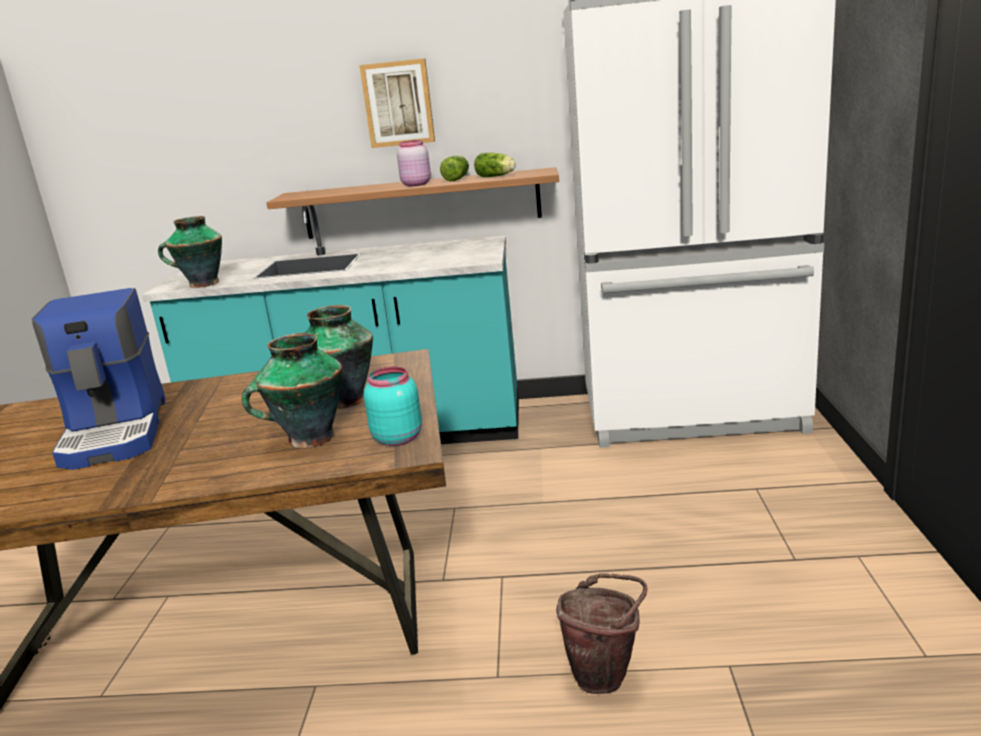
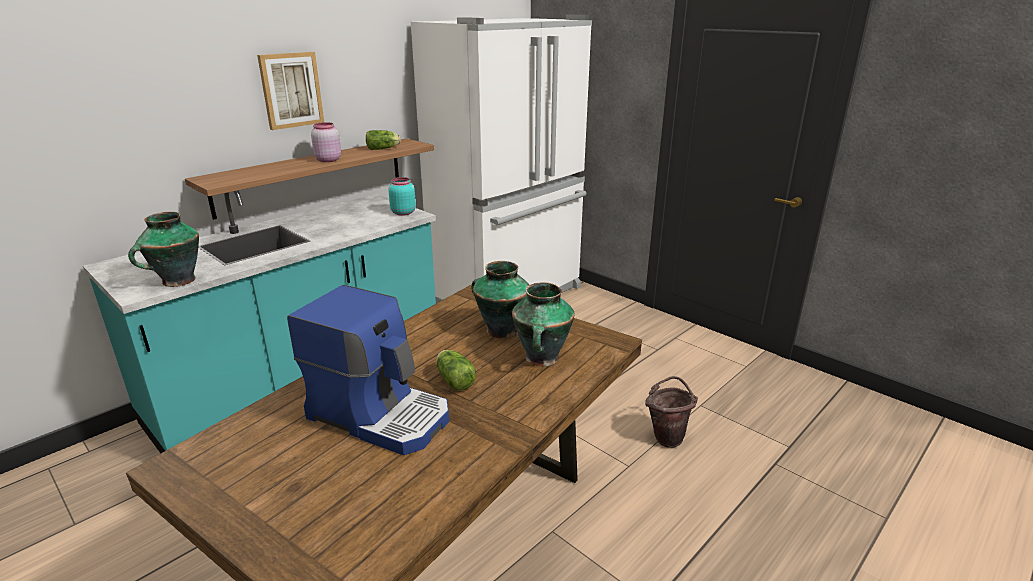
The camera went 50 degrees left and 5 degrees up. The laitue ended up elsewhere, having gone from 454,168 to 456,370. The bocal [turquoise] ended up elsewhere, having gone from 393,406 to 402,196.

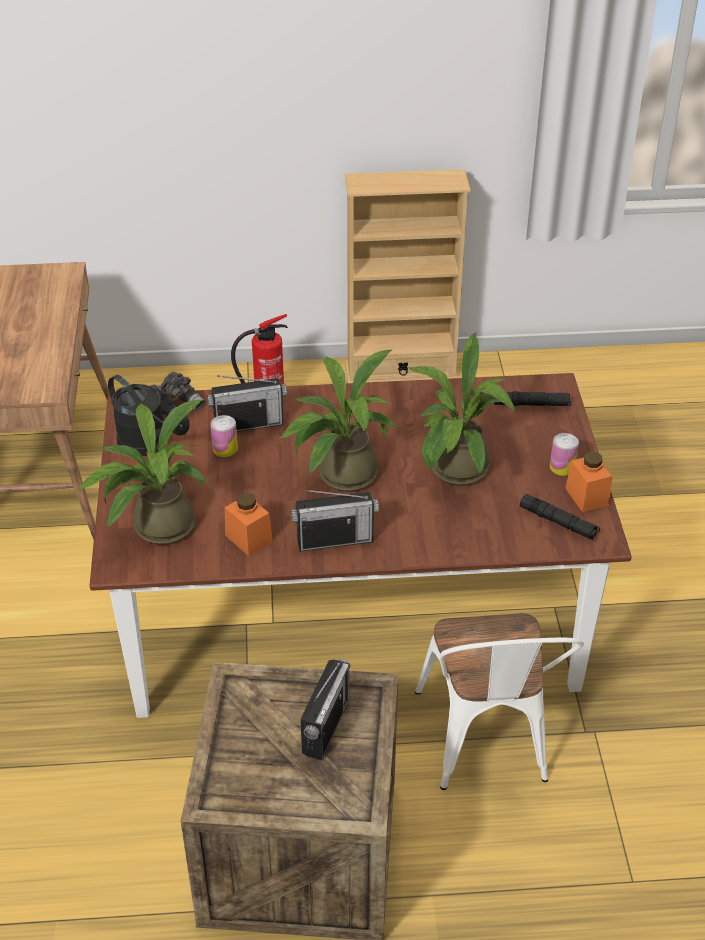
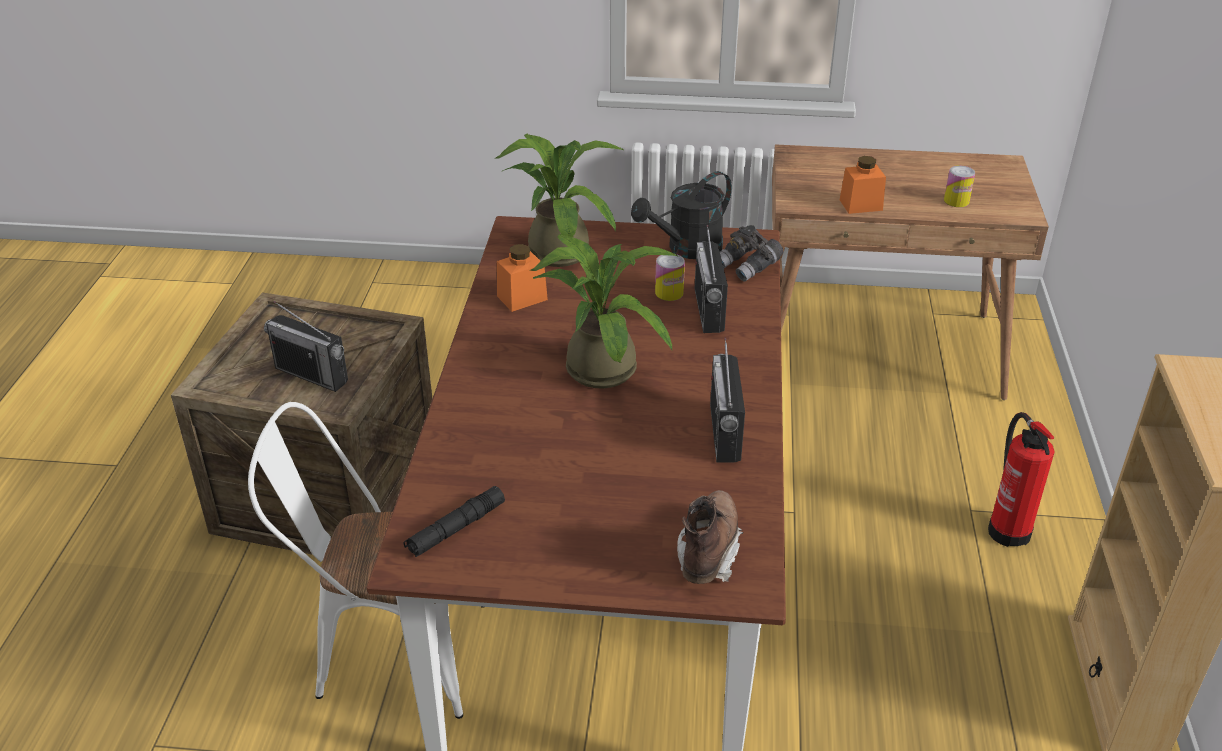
The camera went 100 degrees right and 5 degrees down. The second view lost the plante en pot at 462,409. Where the lampe de poche [noir] stood at 532,398, the botte [marron] came to stand at 710,537. The boîte métallique ended up elsewhere, having gone from 564,454 to 959,186. The bocal [orange] ended up elsewhere, having gone from 588,482 to 863,185. The radio ended up elsewhere, having gone from 335,520 to 727,400.

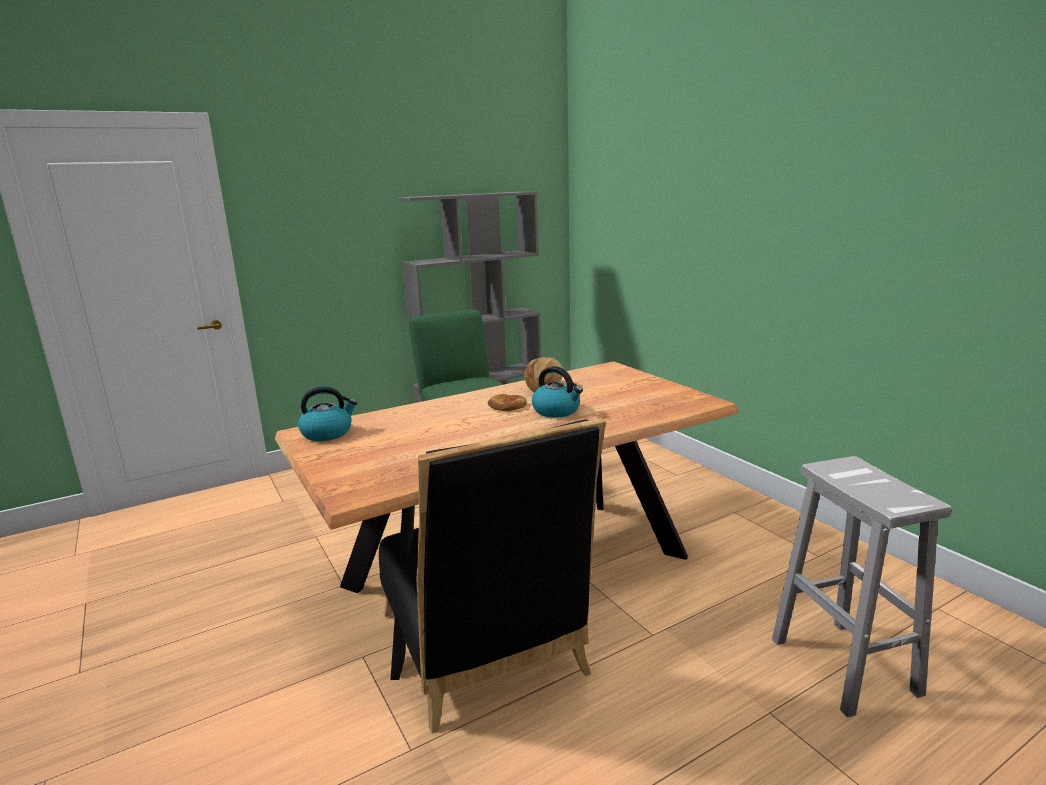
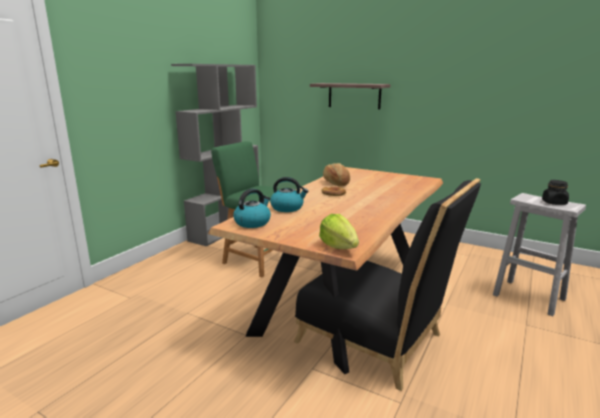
The camera went 30 degrees left and 0 degrees up. The bouilloire ended up elsewhere, having gone from 557,392 to 289,194. The second view gained the étagère at 350,96. The second view gained the bocal [noir] at 555,192. The second view gained the laitue at 339,231.

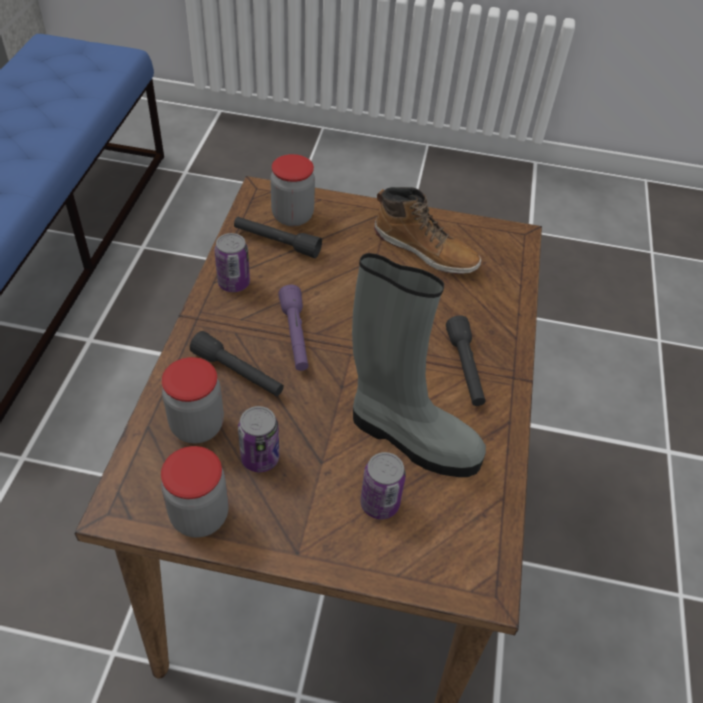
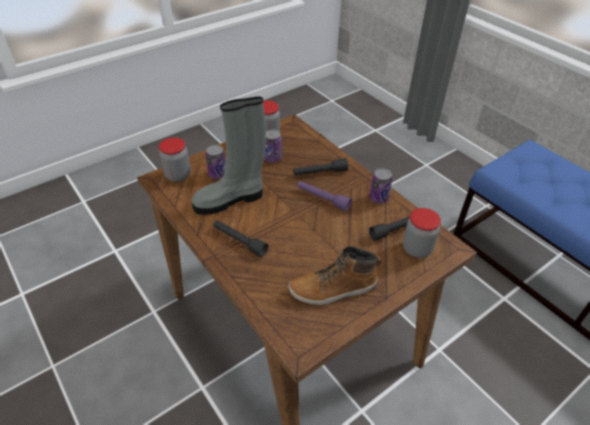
The camera went 135 degrees right and 5 degrees down. The bocal ended up elsewhere, having gone from 193,400 to 175,160.

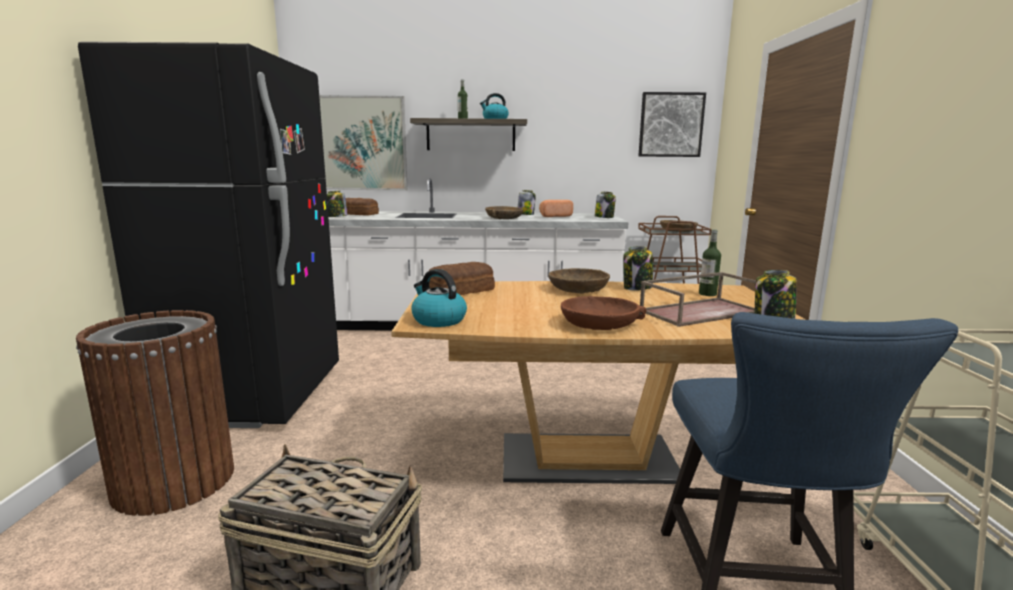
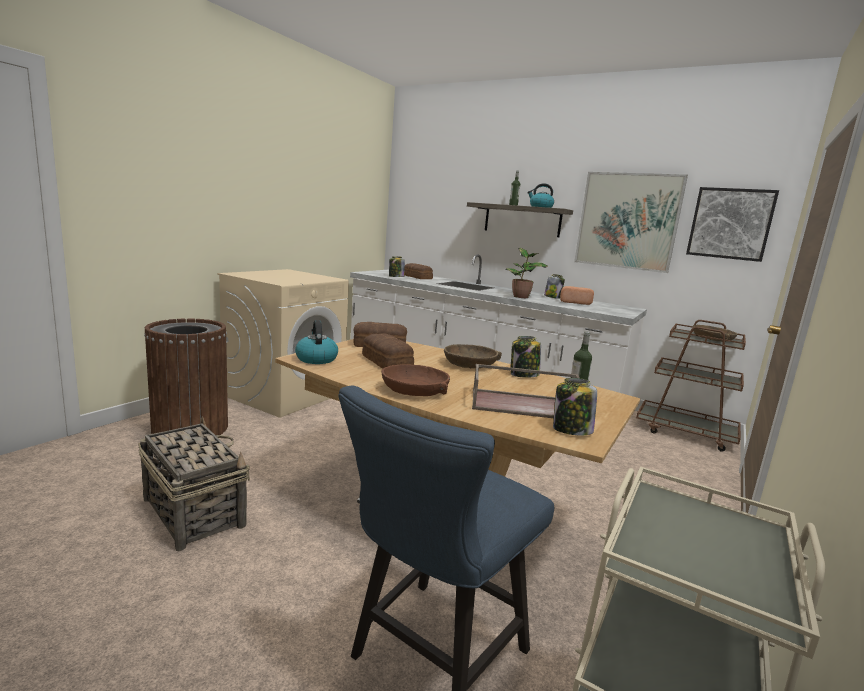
The camera went 30 degrees right and 0 degrees up. Where the réfrigérateur [noir] stood at 208,234, the lave-linge [beige] came to stand at 283,343. The tableau ended up elsewhere, having gone from 363,142 to 631,222. The second view lost the bocal at 605,205. Where the bol [marron] stood at 504,212, the plante en pot came to stand at 526,273. The second view gained the pain at 388,351.

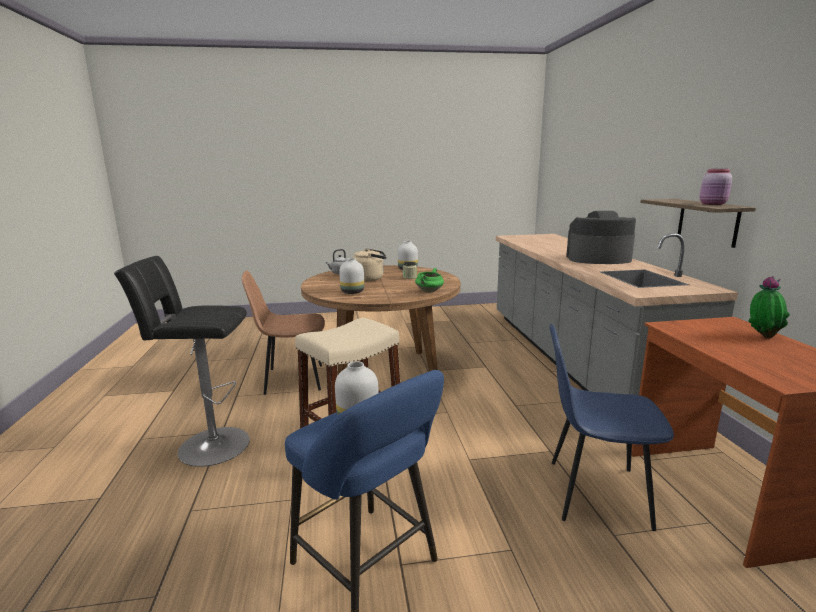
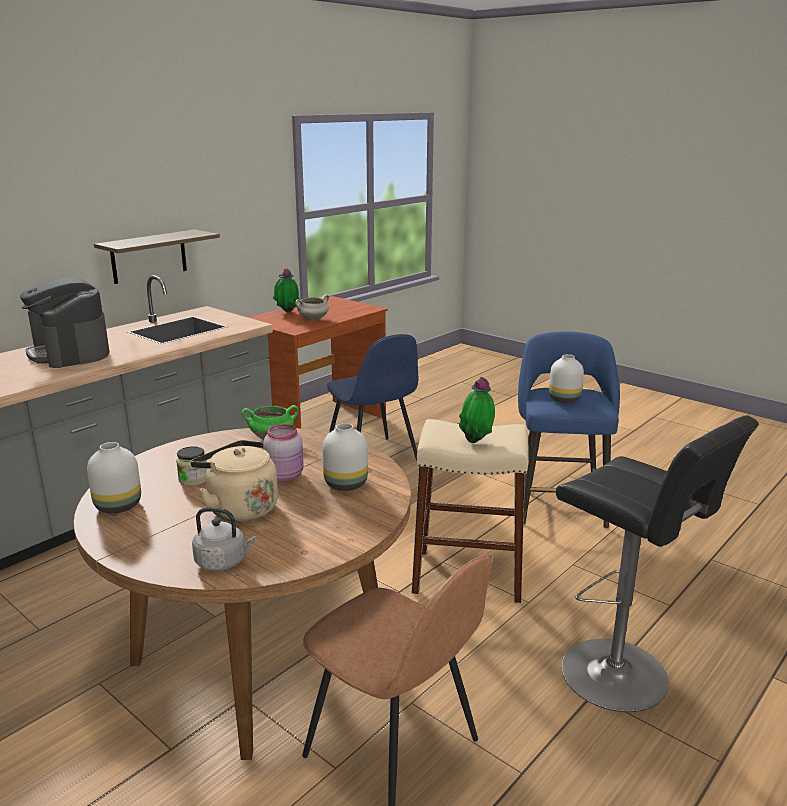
The camera went 130 degrees left and 5 degrees up. The bocal [rose] ended up elsewhere, having gone from 715,187 to 283,453. The second view gained the marmite [blanc] at 312,307. The second view gained the plante en pot at 477,410.

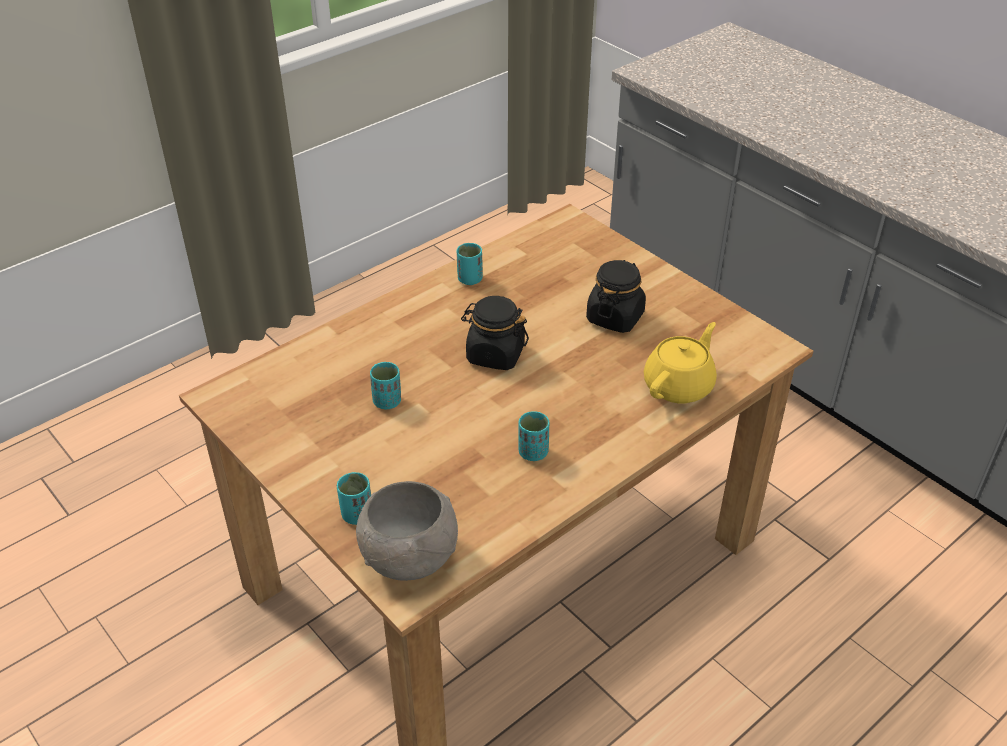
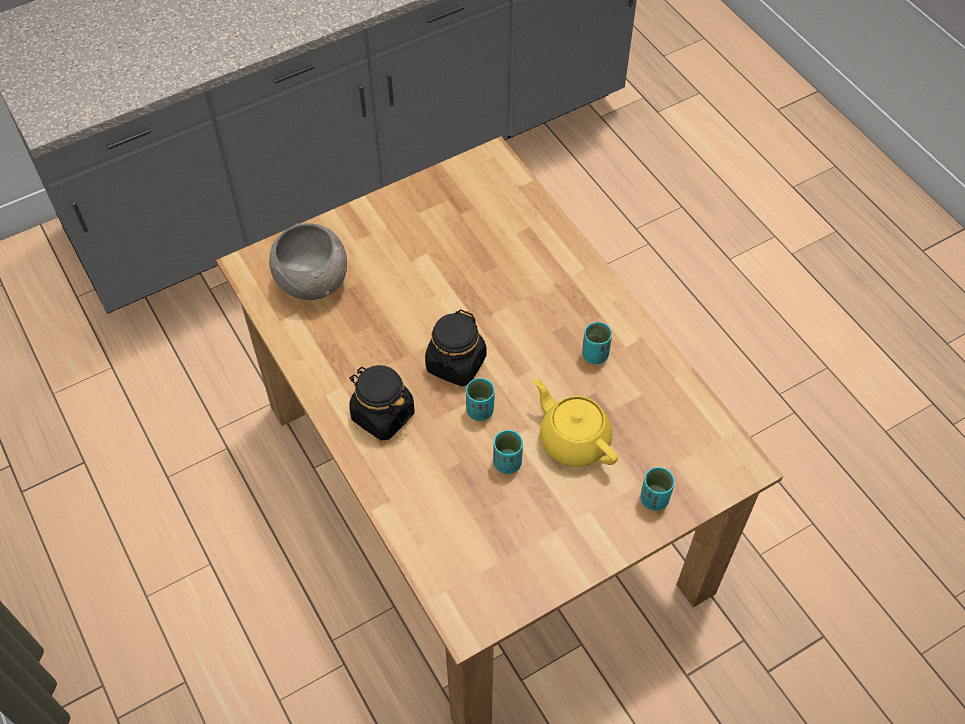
The camera went 80 degrees left and 15 degrees up. The tasse [turquoise] ended up elsewhere, having gone from 470,264 to 480,399. The bocal [noir] ended up elsewhere, having gone from 616,296 to 381,402. The théière [jaune] ended up elsewhere, having gone from 680,362 to 576,423. The bol [gris] ended up elsewhere, having gone from 407,531 to 308,261.

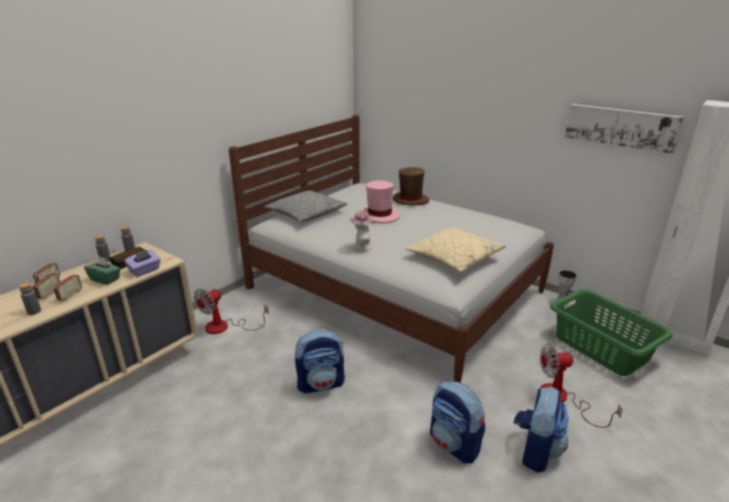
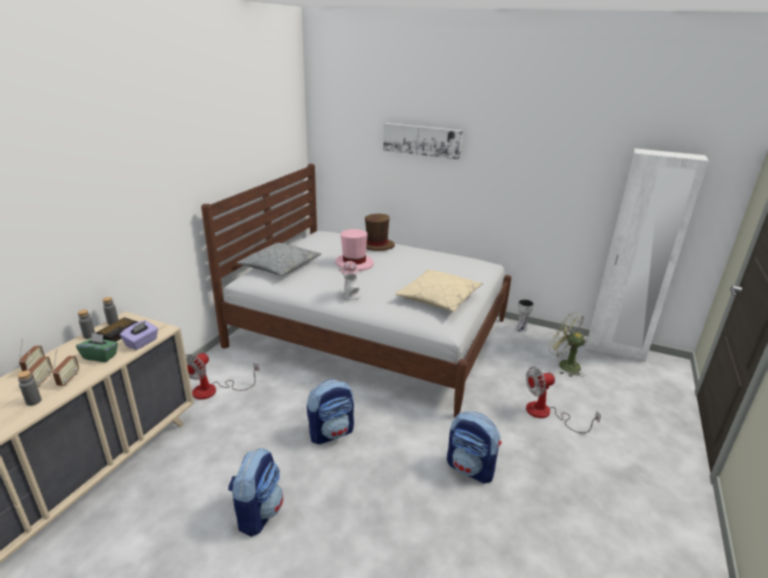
The camera went 15 degrees left and 0 degrees up. The tableau ended up elsewhere, having gone from 624,129 to 423,141. Where the panier à linge [vert] stood at 611,332, the ventilateur [vert] came to stand at 567,344. The sac à dos ended up elsewhere, having gone from 541,429 to 255,492.

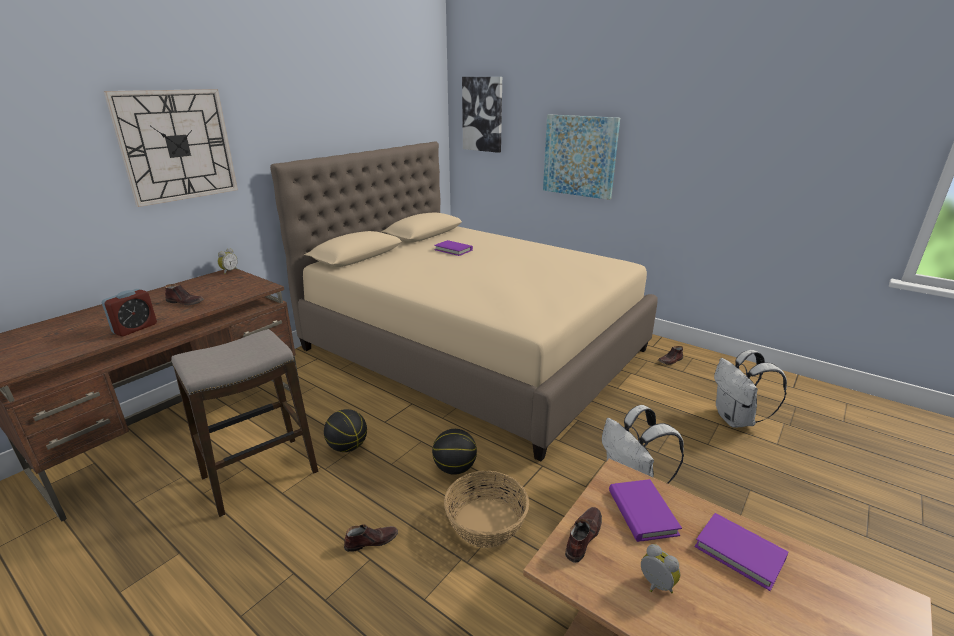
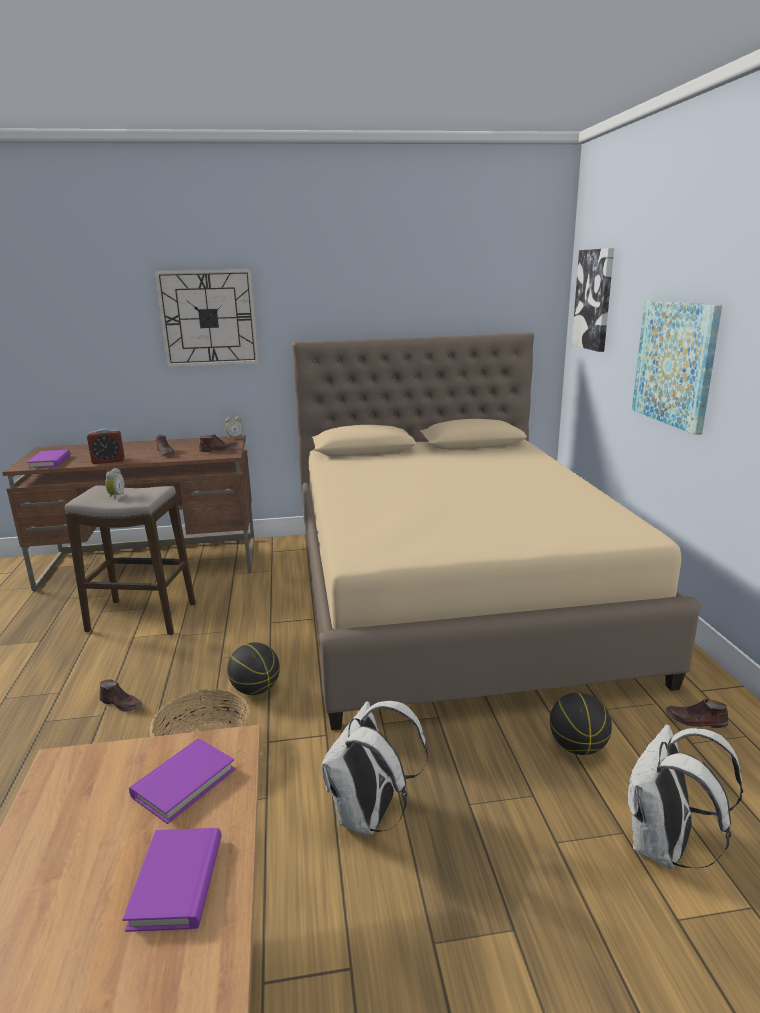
The camera went 45 degrees right and 5 degrees down. The livre [violet] ended up elsewhere, having gone from 453,248 to 48,459. The ballon de basket ended up elsewhere, having gone from 345,430 to 581,723. The chaussure [marron] ended up elsewhere, having gone from 583,535 to 218,443. The réveil ended up elsewhere, having gone from 660,568 to 115,484.

